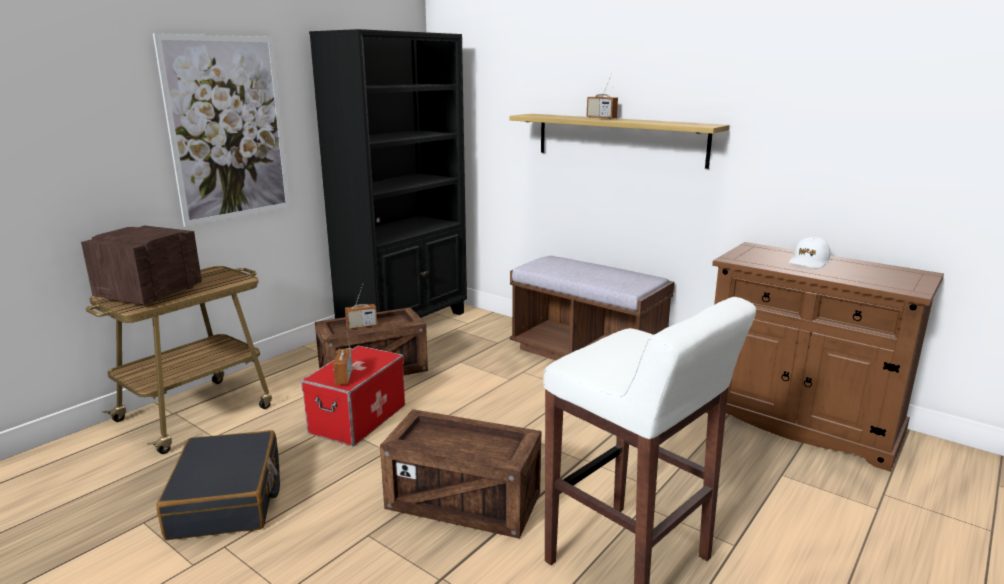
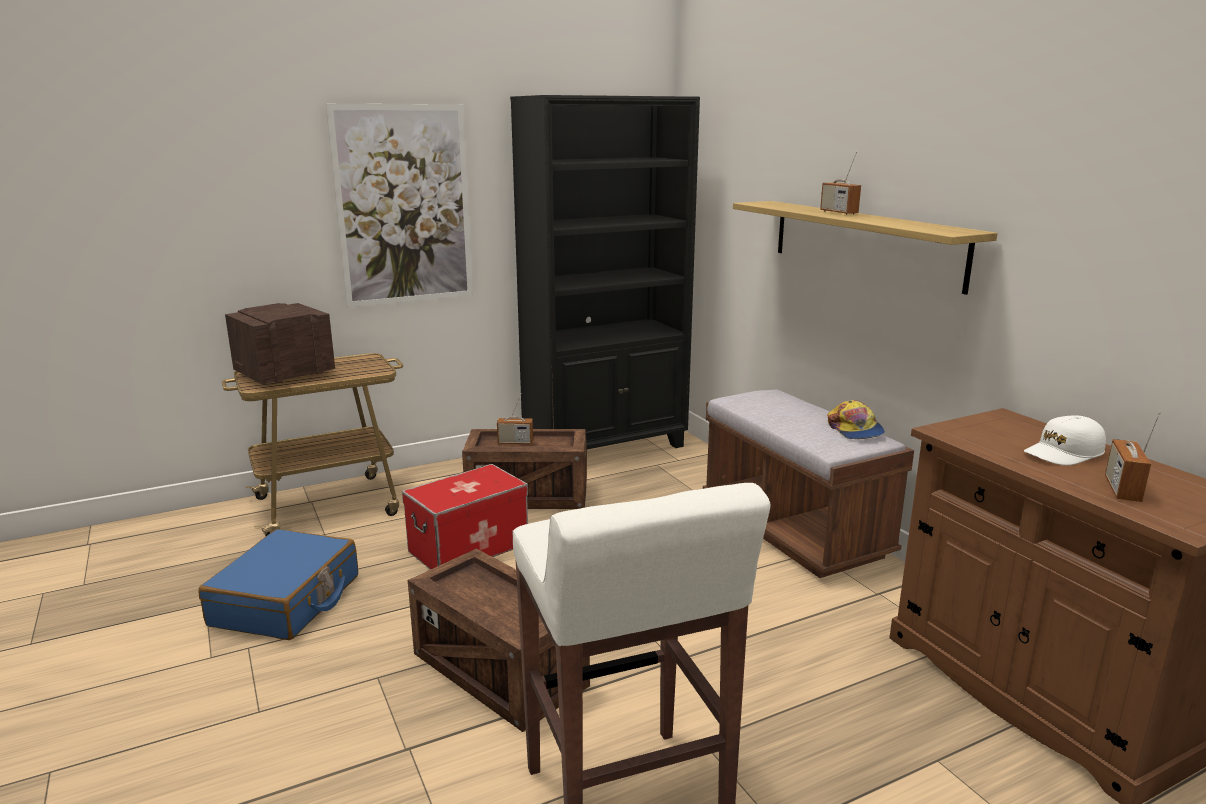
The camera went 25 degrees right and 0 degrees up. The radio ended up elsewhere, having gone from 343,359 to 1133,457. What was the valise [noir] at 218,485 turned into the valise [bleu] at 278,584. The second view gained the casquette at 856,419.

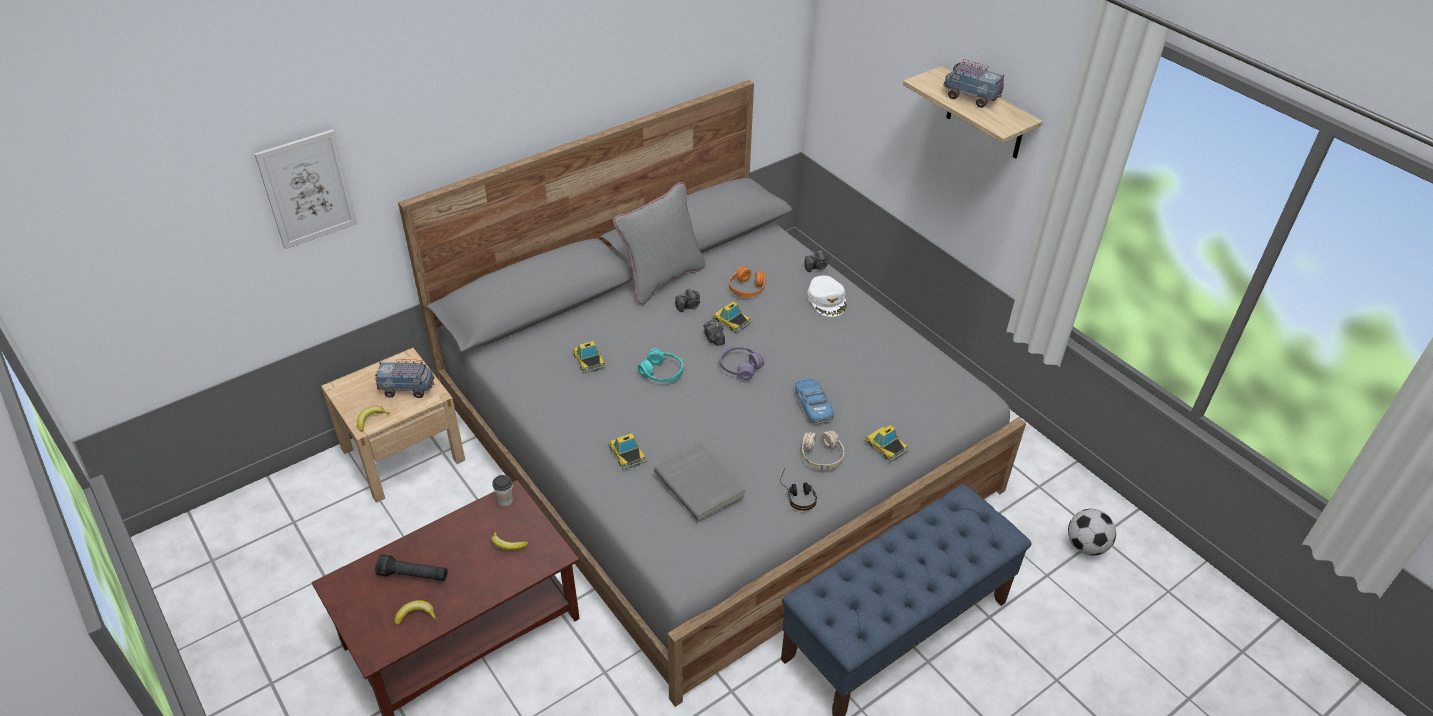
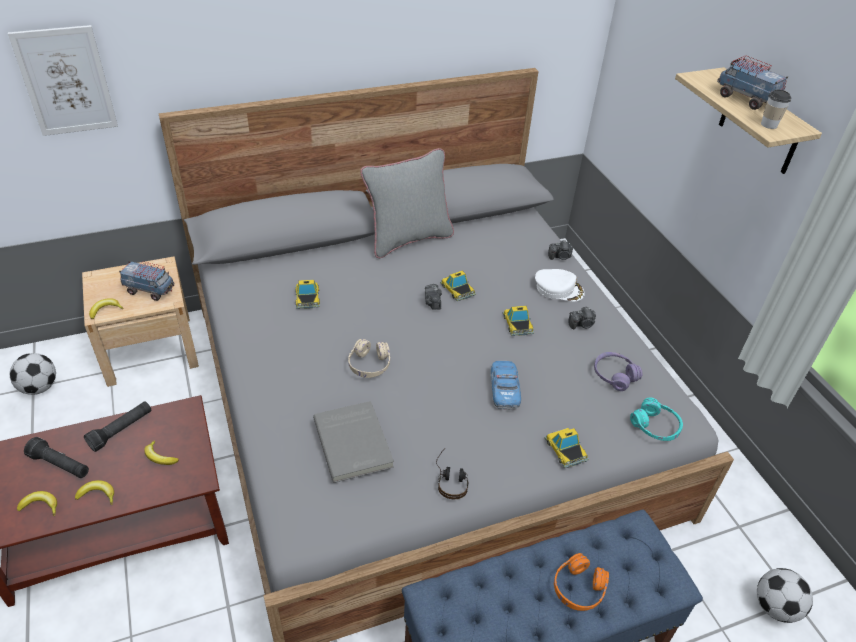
The camera went 15 degrees right and 0 degrees up. The casque audio [orange] ended up elsewhere, having gone from 747,282 to 581,582. The casquette [blanc] at 827,296 ended up facing another way, 75 degrees counterclockwise from before. The appareil photo ended up elsewhere, having gone from 687,300 to 582,318. The casque audio [violet] ended up elsewhere, having gone from 742,363 to 618,371. The casque audio [turquoise] ended up elsewhere, having gone from 660,365 to 656,419. The casque audio [beige] ended up elsewhere, having gone from 823,450 to 369,358. The petite voiture ended up elsewhere, having gone from 627,451 to 518,321. The tasse ended up elsewhere, having gone from 502,491 to 776,109. The second view gained the ballon de foot at 33,374. The second view gained the lampe de poche [noir] at 117,426. The second view gained the banane at 94,492.

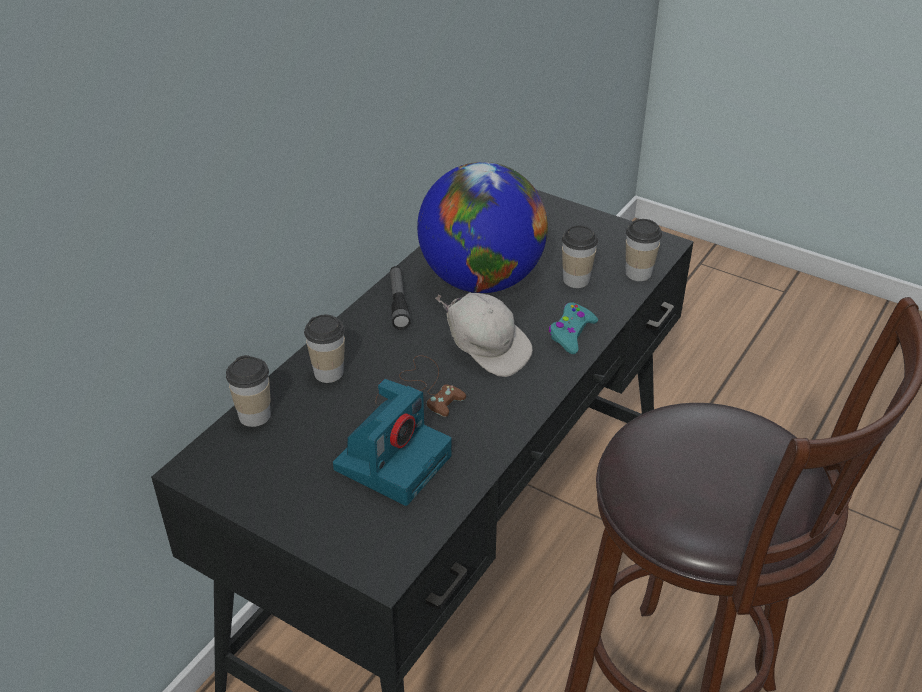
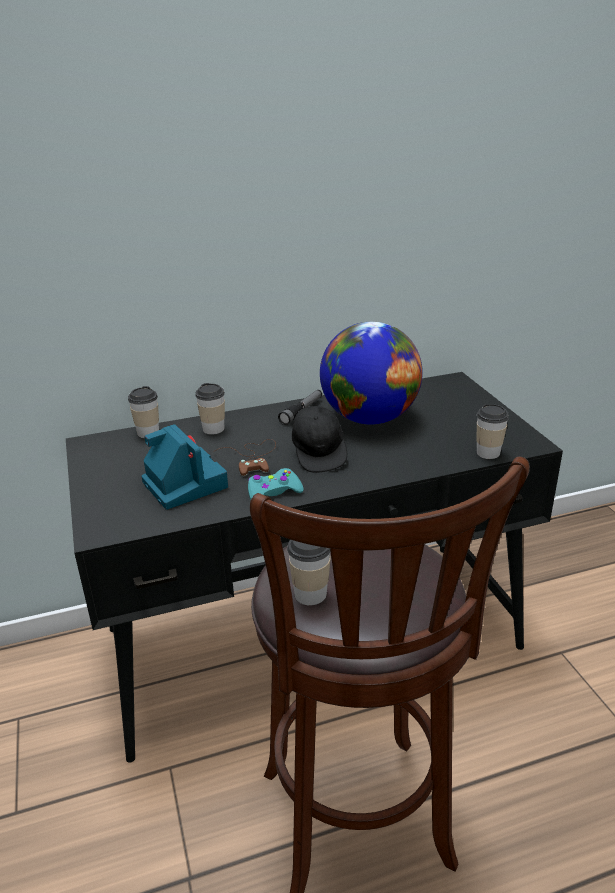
The camera went 40 degrees right and 10 degrees down. The tasse ended up elsewhere, having gone from 580,256 to 309,572. What was the casquette [blanc] at 484,335 turned into the casquette [noir] at 319,437. The manette [turquoise] ended up elsewhere, having gone from 573,328 to 276,484. The appareil photo at 392,442 ended up facing another way, 105 degrees counterclockwise from before.

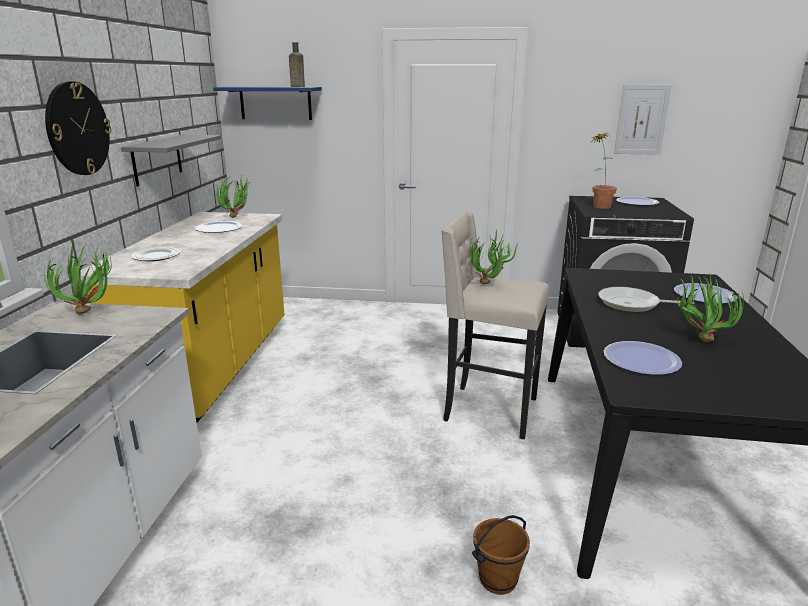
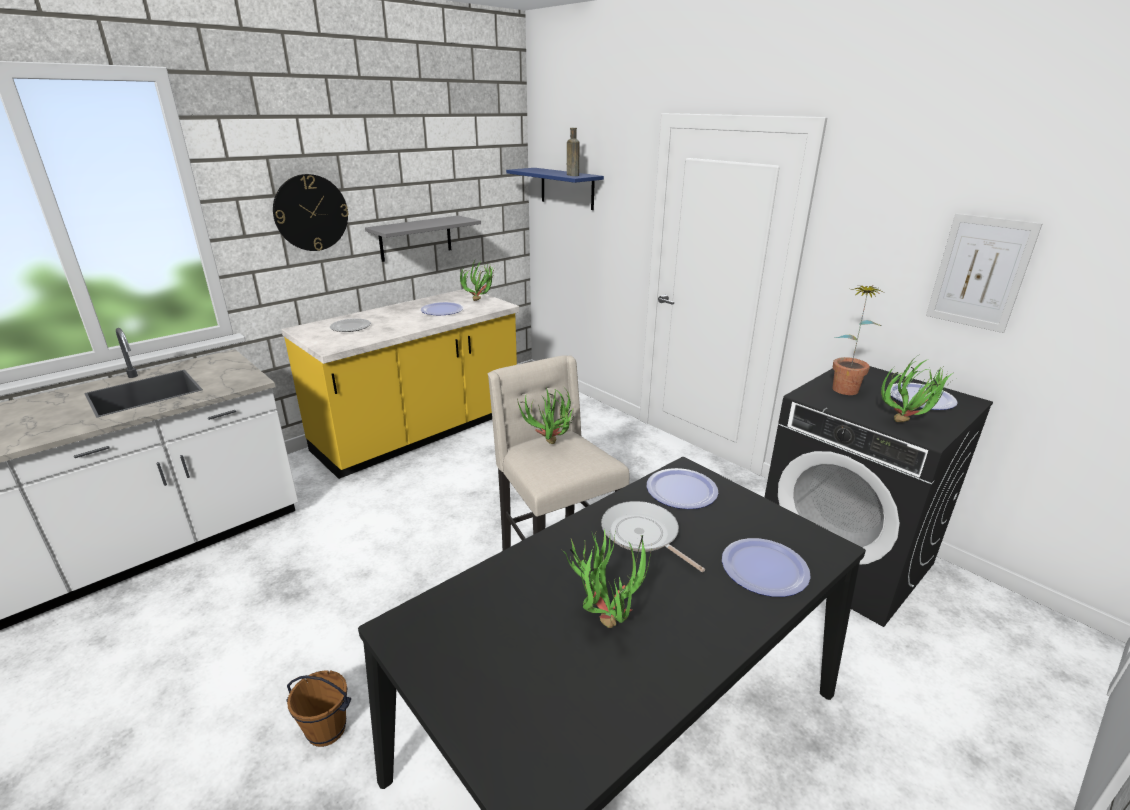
The camera went 40 degrees right and 5 degrees up. The plante en pot ended up elsewhere, having gone from 78,278 to 917,389. The assiette ended up elsewhere, having gone from 643,358 to 683,488.

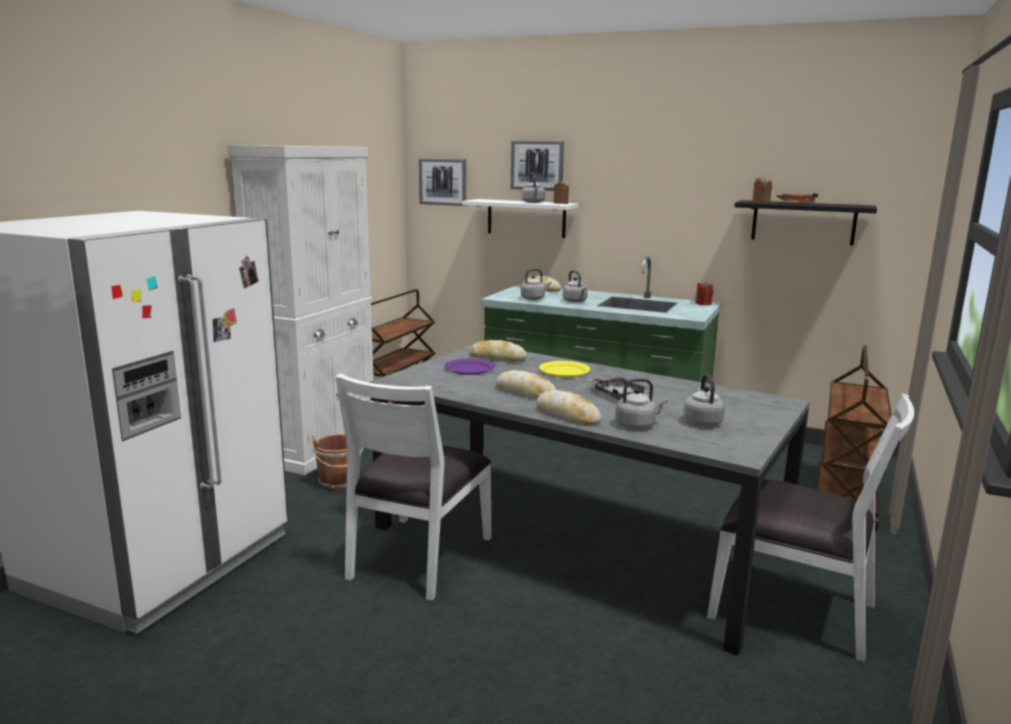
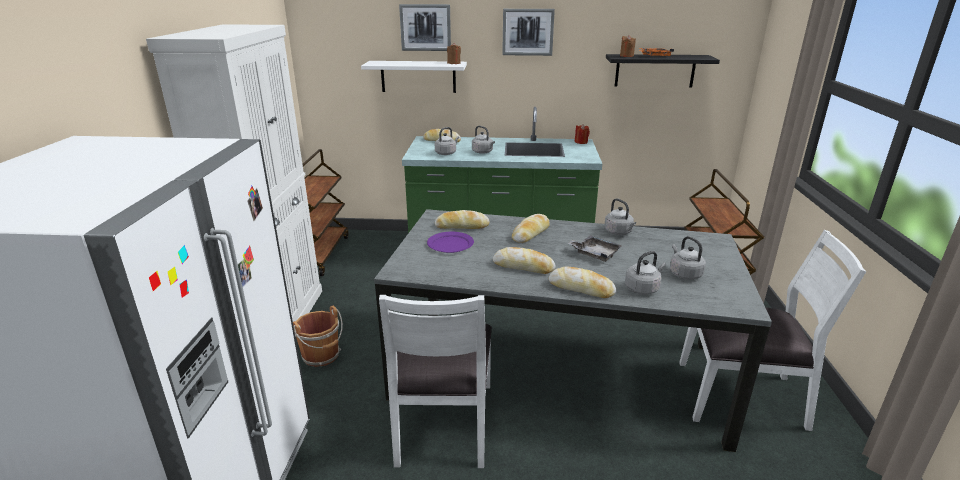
The camera went 20 degrees left and 10 degrees up. The tableau ended up elsewhere, having gone from 442,182 to 528,32. The bouilloire [gris] ended up elsewhere, having gone from 533,188 to 620,216. Where the assiette [jaune] stood at 565,369, the pain came to stand at 531,228.

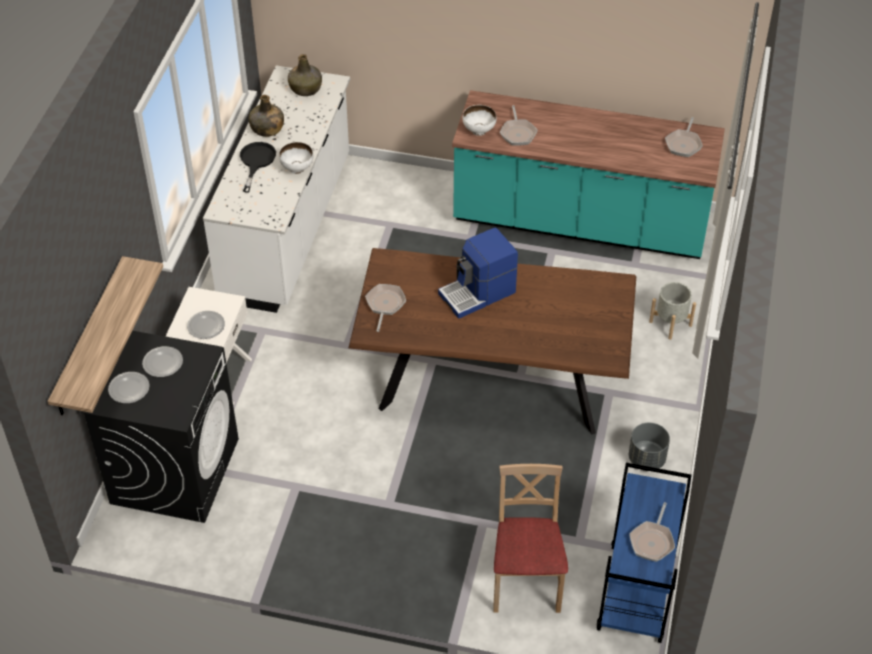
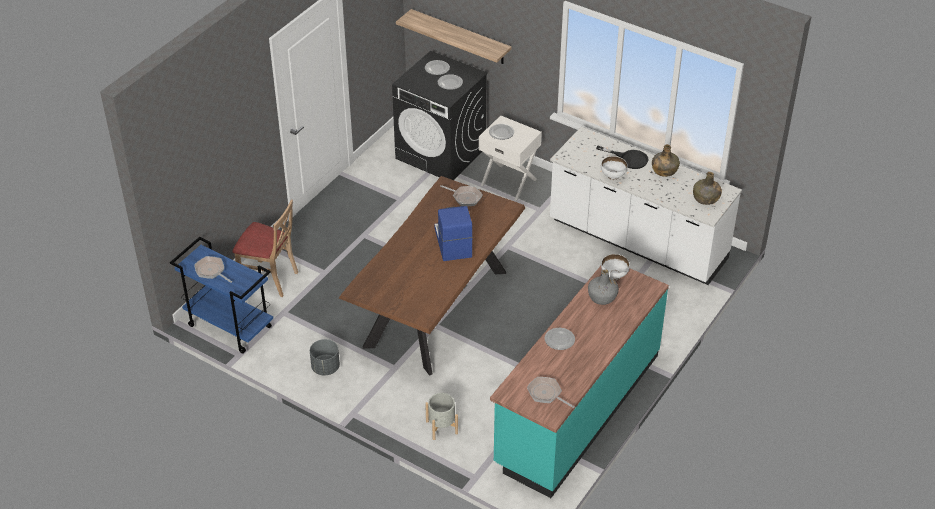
The camera went 110 degrees right and 5 degrees down. Where the poêle stood at 519,125, the bouteille [gris] came to stand at 603,287. The second view gained the assiette at 560,339.

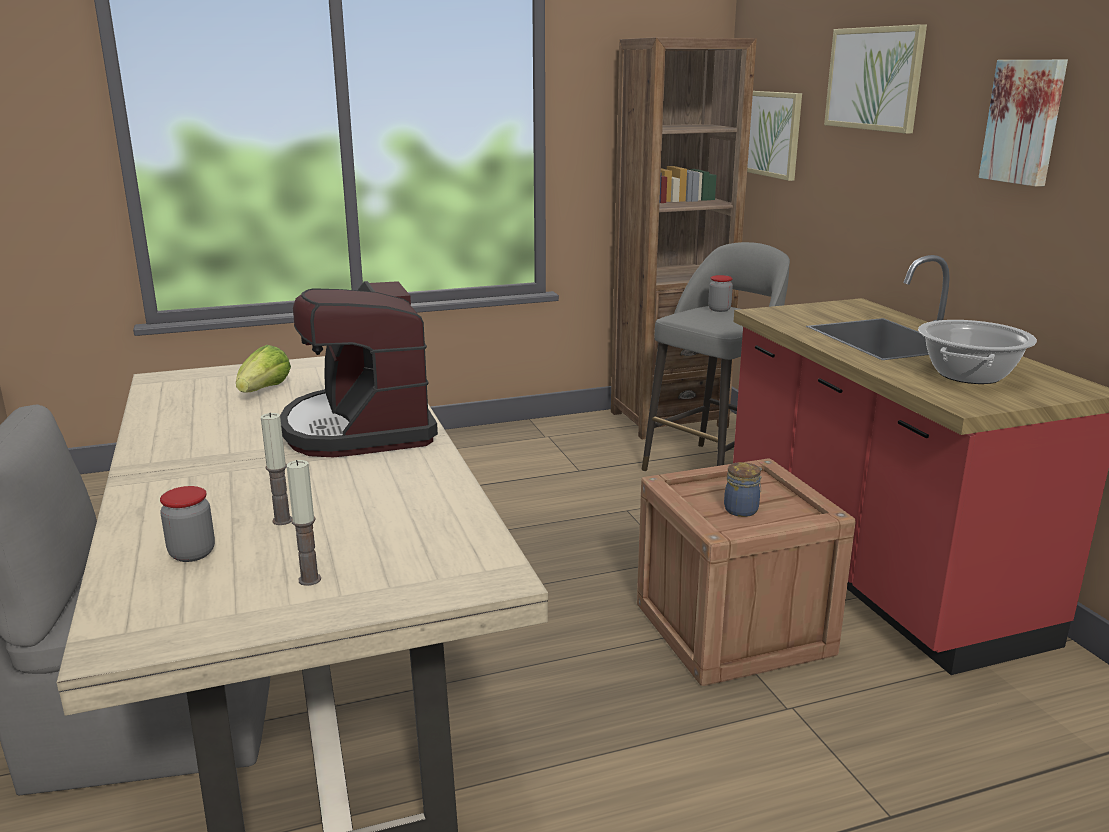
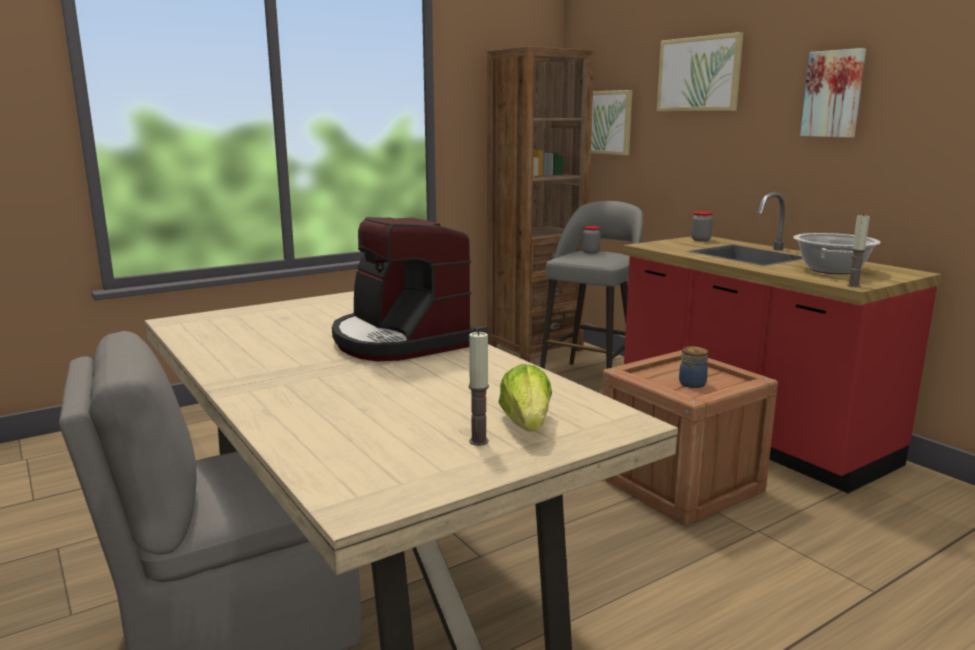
The camera went 15 degrees left and 5 degrees down. The laitue ended up elsewhere, having gone from 263,368 to 525,397. The bougie ended up elsewhere, having gone from 276,469 to 858,250. The bocal ended up elsewhere, having gone from 187,524 to 702,226.

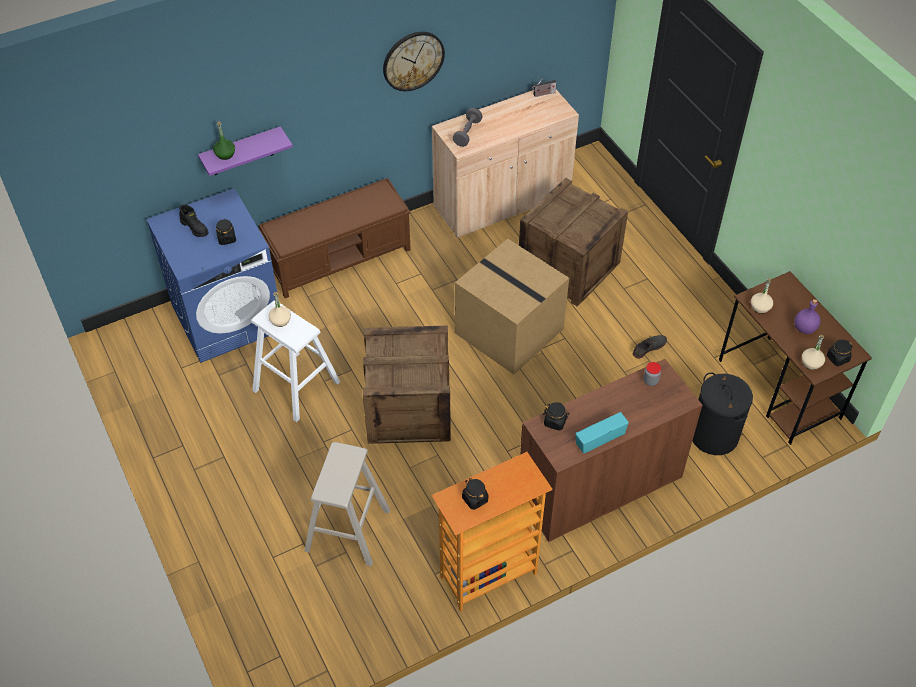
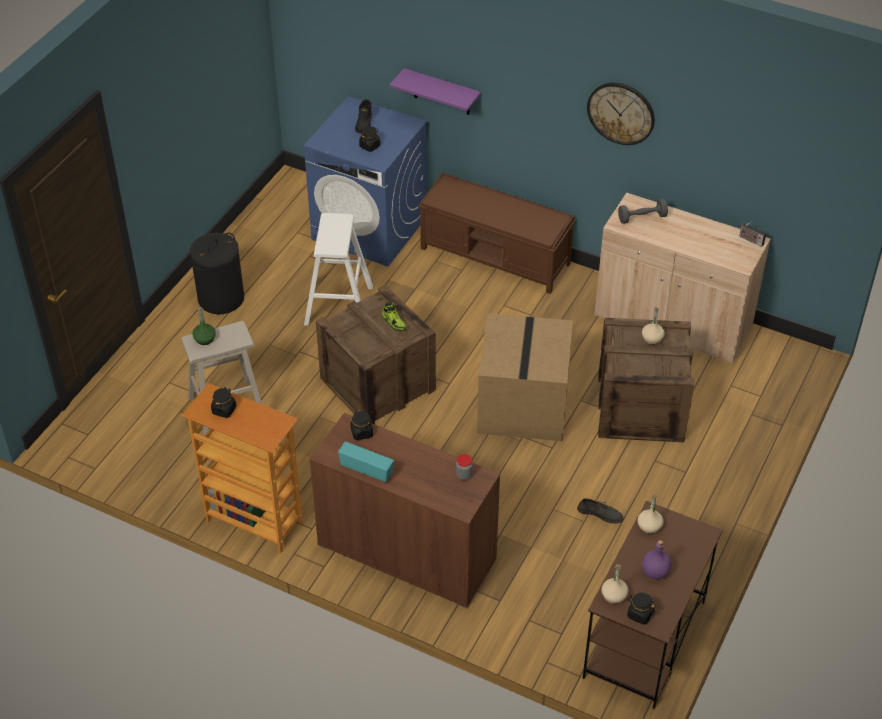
The camera went 55 degrees right and 5 degrees down. The bouteille [vert] ended up elsewhere, having gone from 224,140 to 204,326. The bouteille [beige] ended up elsewhere, having gone from 279,309 to 653,326. The panier à linge [noir] ended up elsewhere, having gone from 723,413 to 217,273. The second view gained the chaussure at 395,317.

